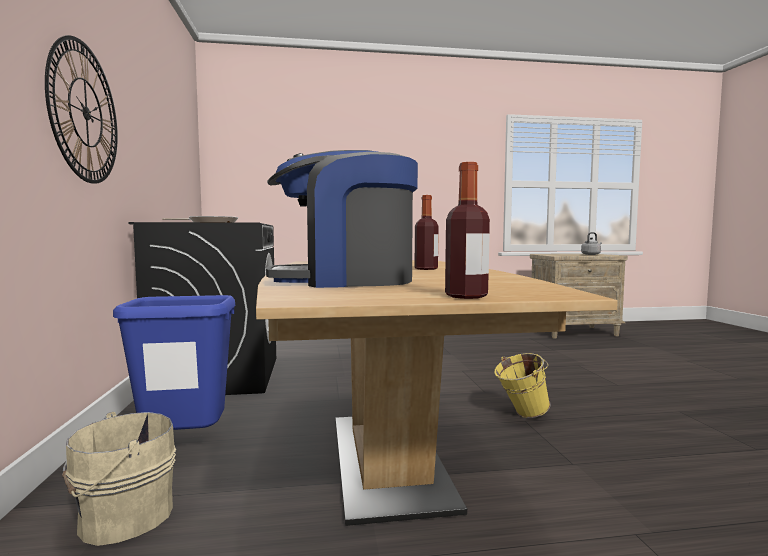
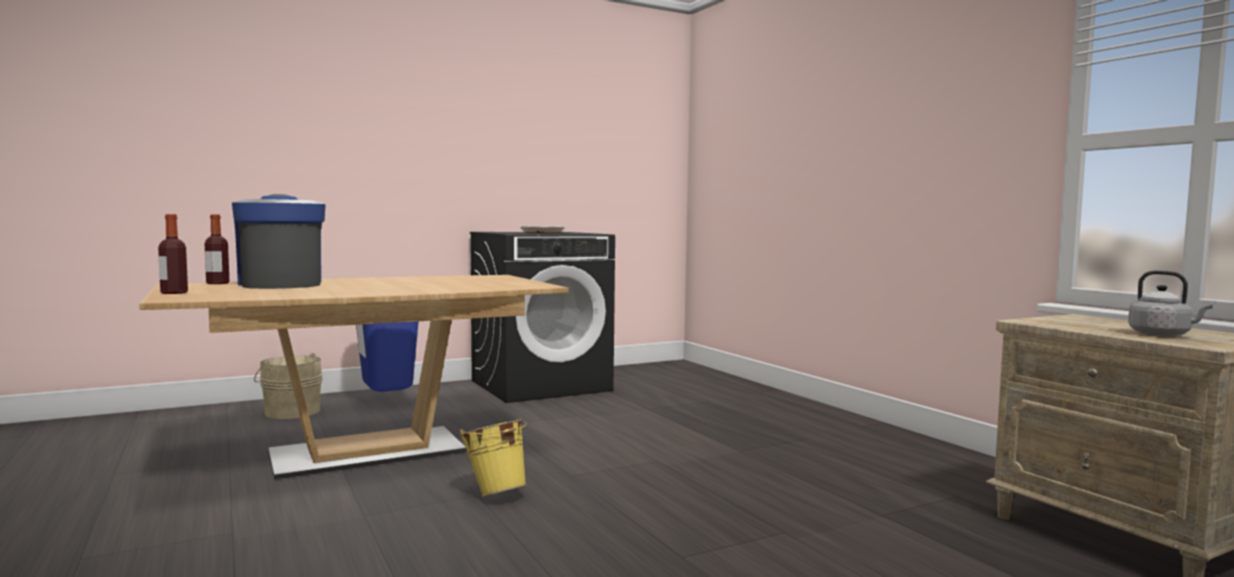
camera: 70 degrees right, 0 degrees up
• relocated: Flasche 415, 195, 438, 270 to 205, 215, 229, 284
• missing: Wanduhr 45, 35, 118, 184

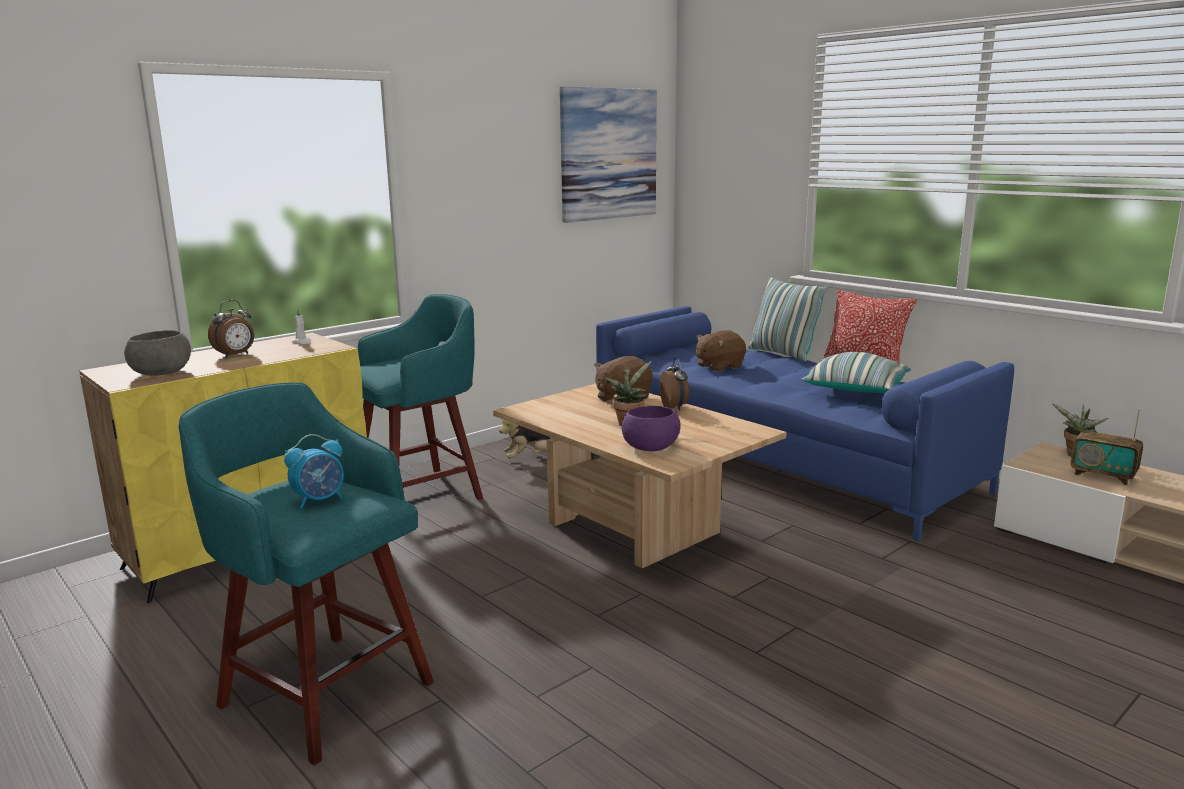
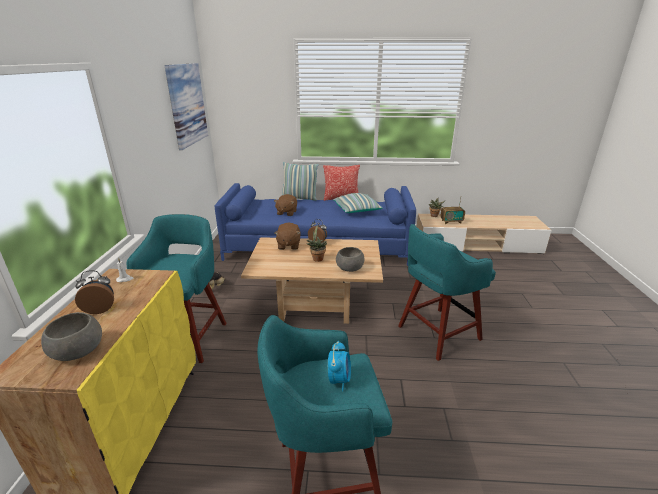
camera: 45 degrees left, 10 degrees up
• spun: Wecker 208, 300, 254, 358 = 75, 270, 114, 314 105 degrees counterclockwise
• colour: Schüssel/lila 622, 406, 681, 451 to Schüssel/grau 336, 247, 364, 272
• appeared: Hocker/türkis 398, 224, 496, 361

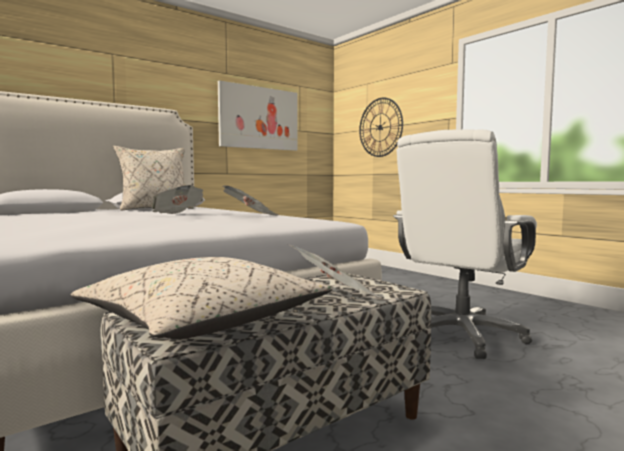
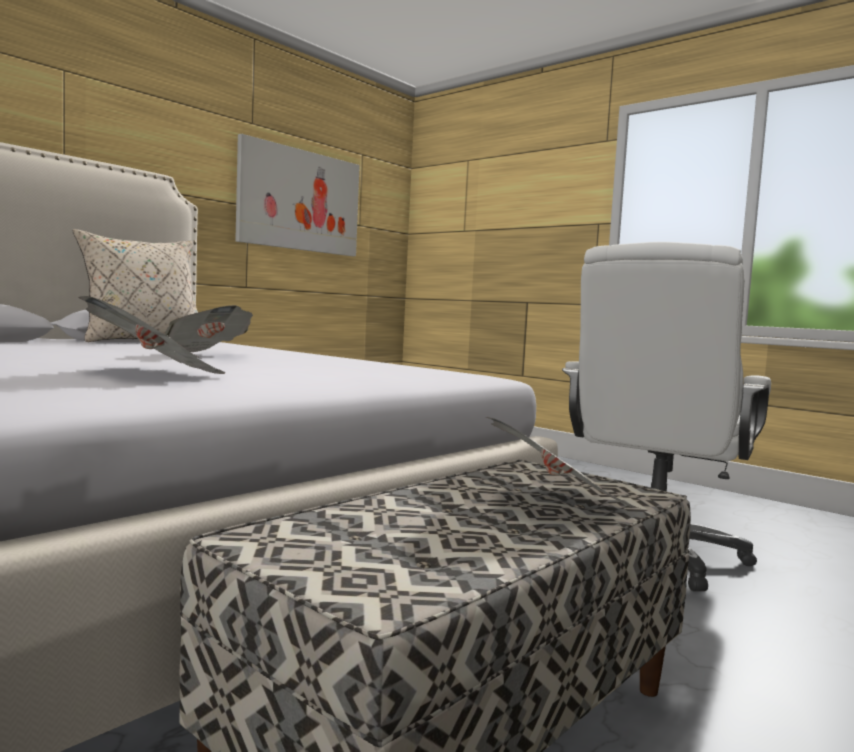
camera: 10 degrees left, 0 degrees up
• relocated: Zeitung 222, 185, 279, 216 to 79, 296, 226, 374
• missing: Kissen/beige 70, 257, 333, 339
• missing: Wanduhr 359, 98, 403, 157

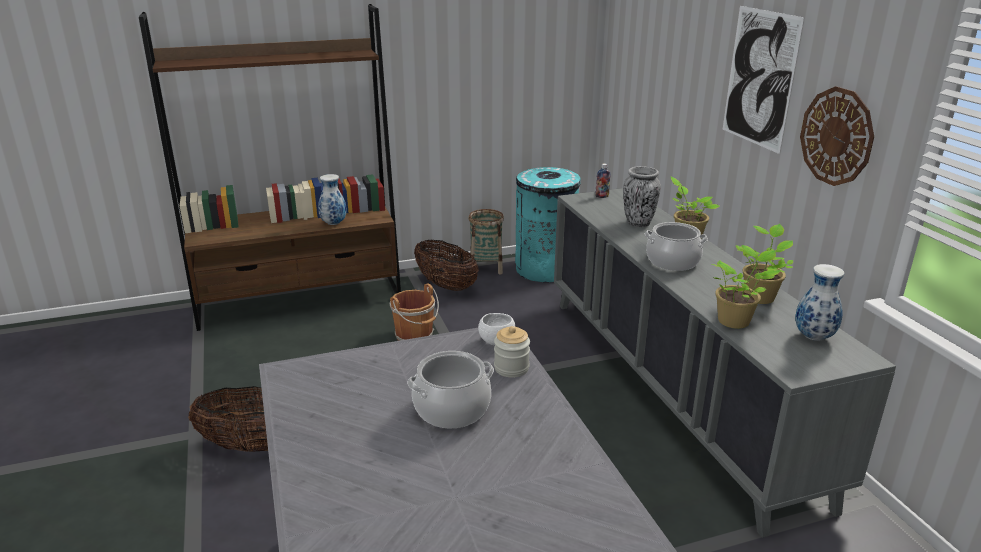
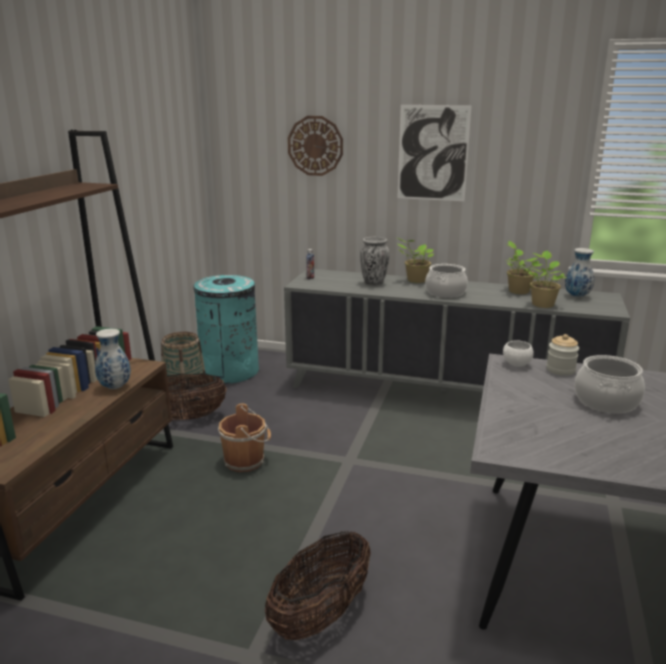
camera: 55 degrees left, 5 degrees down
• relocated: Wanduhr 800, 86, 874, 186 to 288, 116, 343, 176

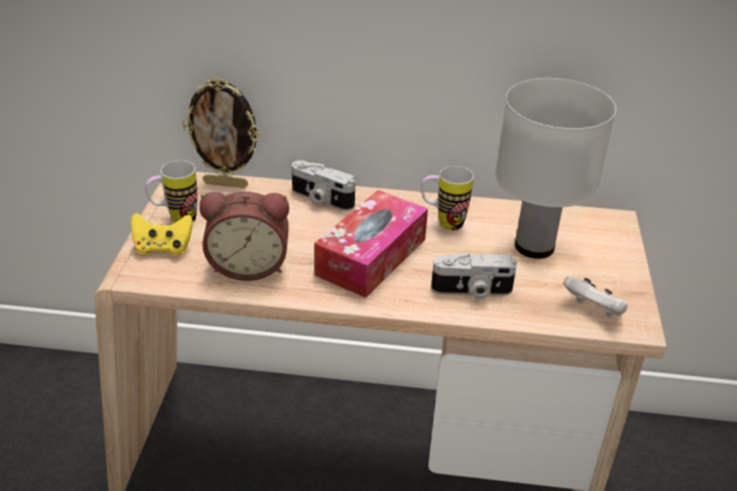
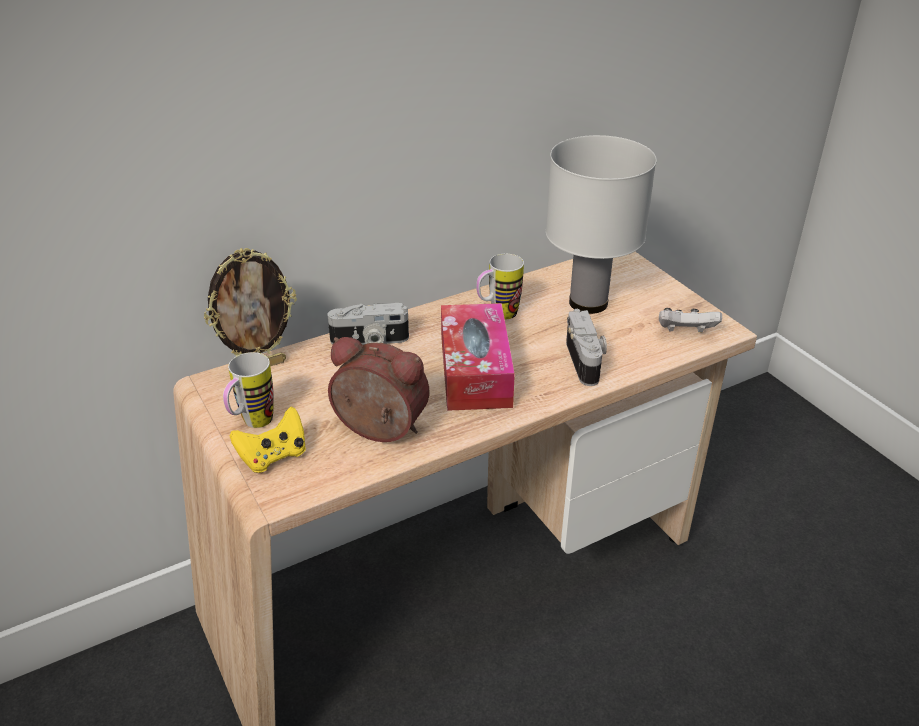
camera: 35 degrees left, 0 degrees up
• spun: Wecker 199, 192, 289, 281 = 328, 337, 429, 442 120 degrees counterclockwise
• spun: Kamera 431, 252, 517, 299 = 566, 309, 607, 386 60 degrees counterclockwise

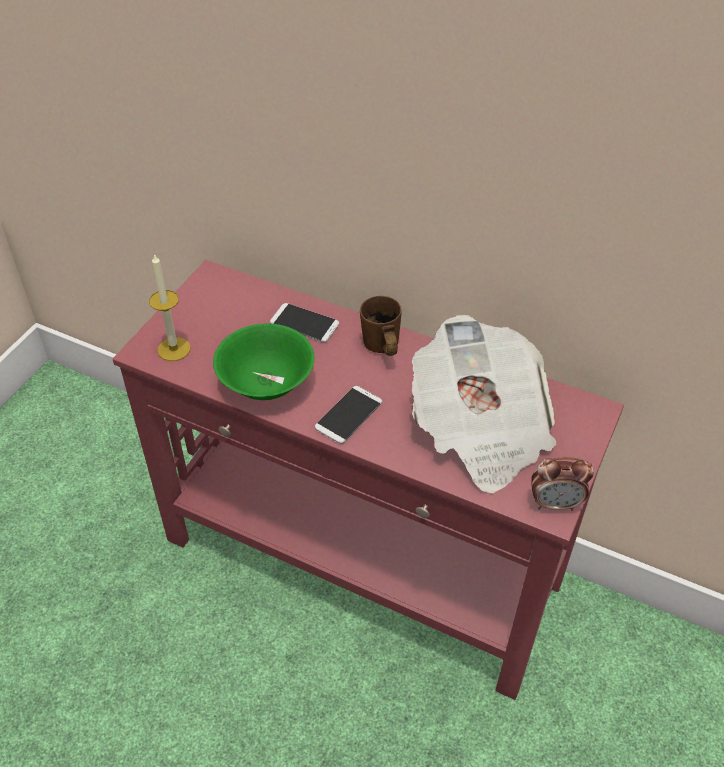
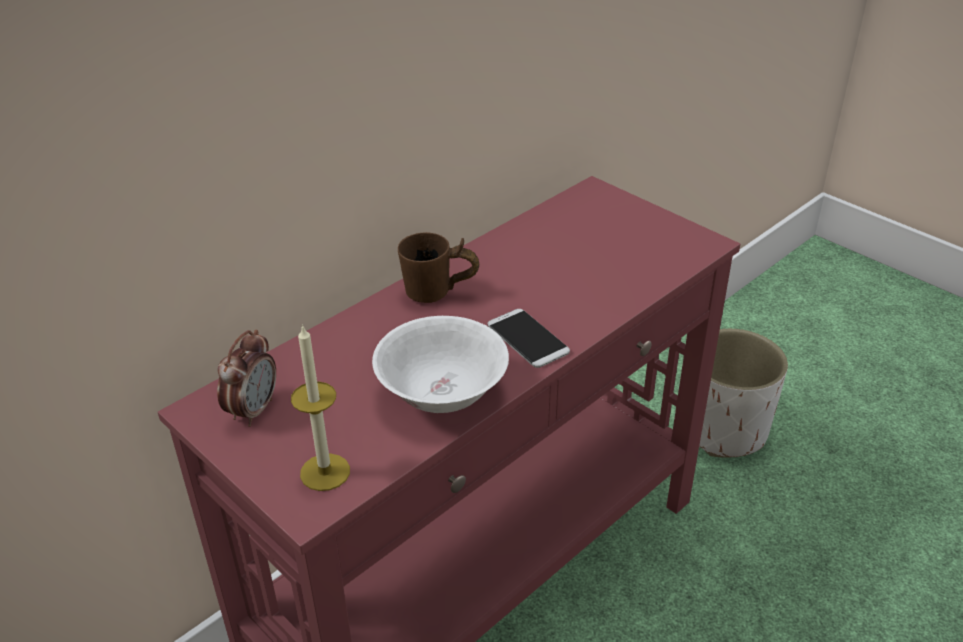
camera: 70 degrees left, 10 degrees down
• relocated: Wecker 531, 457, 594, 511 to 217, 330, 276, 427
• colour: Schüssel/grün 213, 324, 314, 400 to Schüssel/weiß 372, 316, 509, 413
• appeared: Pflanzkübel/weiß 699, 329, 788, 457
• missing: Handy 270, 303, 339, 342
• missing: Zeitung 412, 315, 556, 493

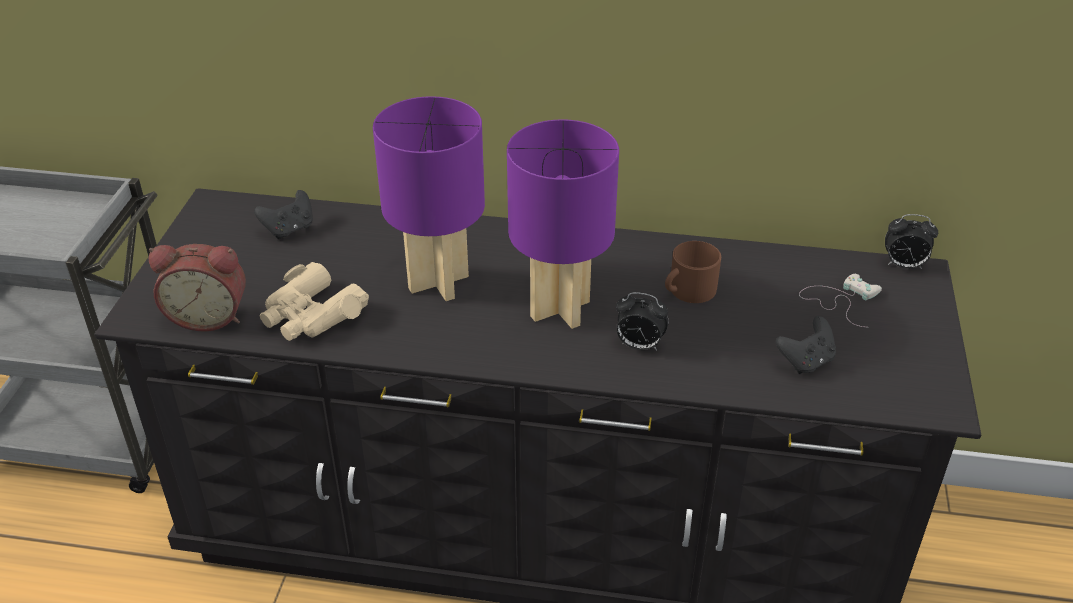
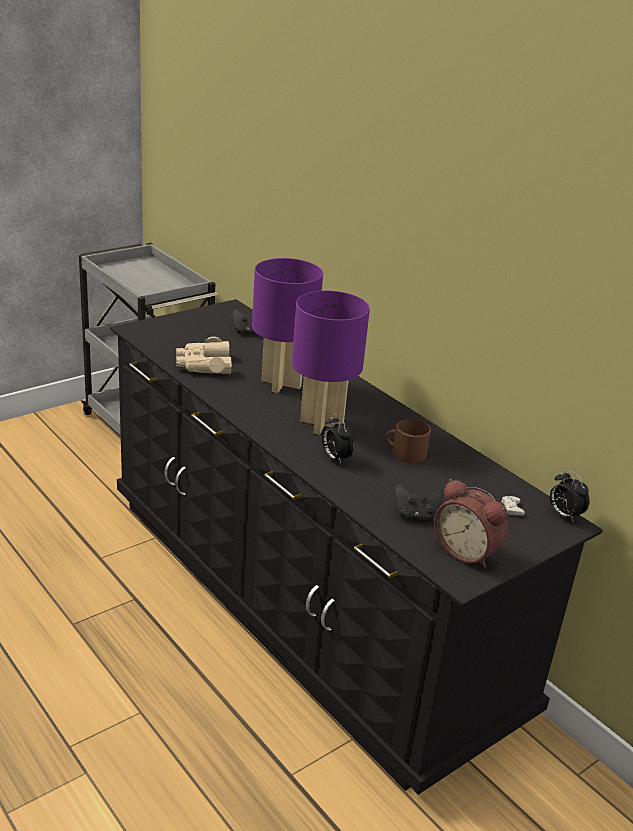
camera: 40 degrees right, 10 degrees down
• relocated: Wecker 148, 244, 246, 331 to 434, 479, 508, 568

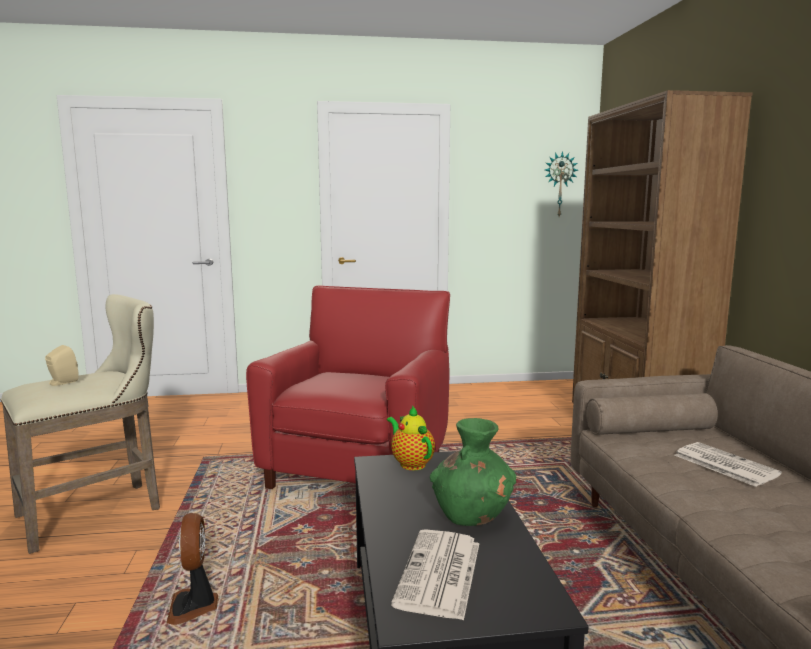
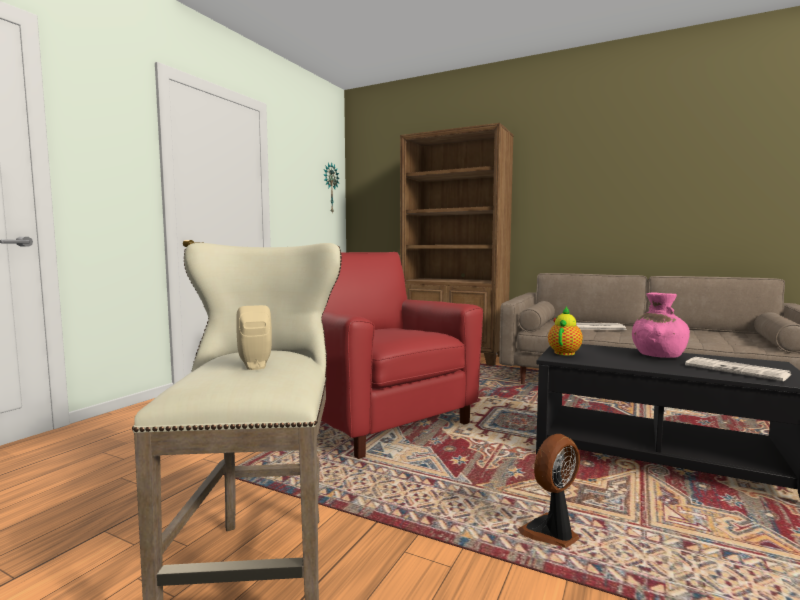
camera: 55 degrees left, 5 degrees down
• spun: Ventilator 167, 513, 218, 625 = 518, 434, 580, 548 120 degrees clockwise
• spun: Teekanne 387, 405, 435, 470 = 548, 307, 583, 356 120 degrees clockwise
• colour: Vase/grün 430, 418, 516, 526 to Vase/rosa 632, 292, 690, 358

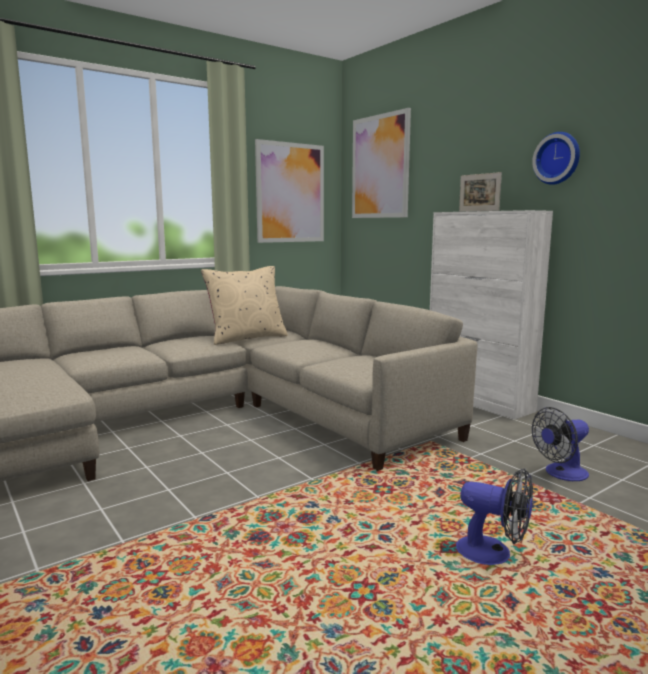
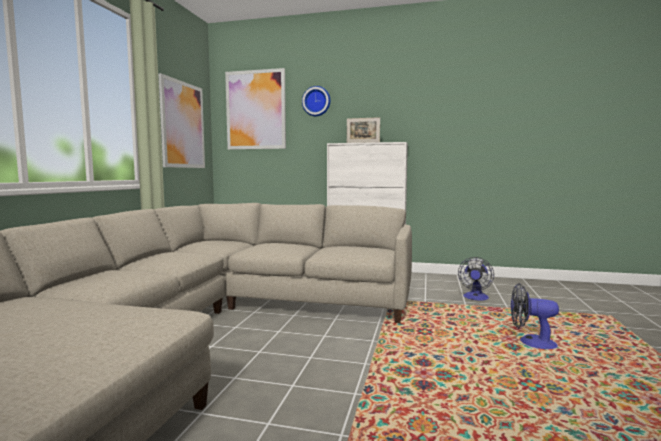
camera: 40 degrees left, 5 degrees down
• relocated: Wanduhr 532, 132, 580, 185 to 302, 86, 330, 116
• spun: Ventilator 456, 468, 533, 565 = 511, 283, 559, 349 150 degrees counterclockwise
• missing: Kissen/beige 201, 266, 288, 345

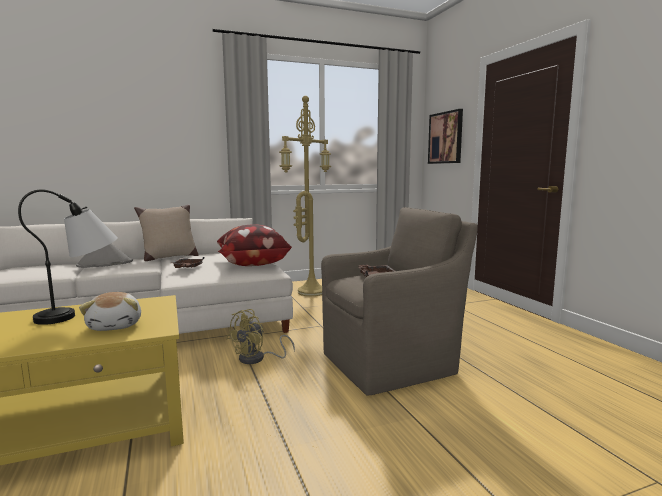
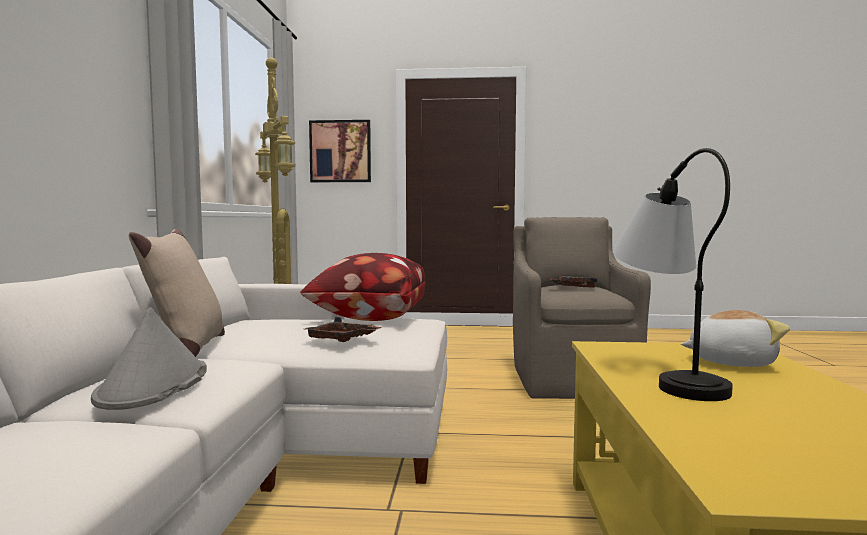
camera: 65 degrees left, 5 degrees down
• missing: Ventilator/gelb 227, 309, 295, 364

